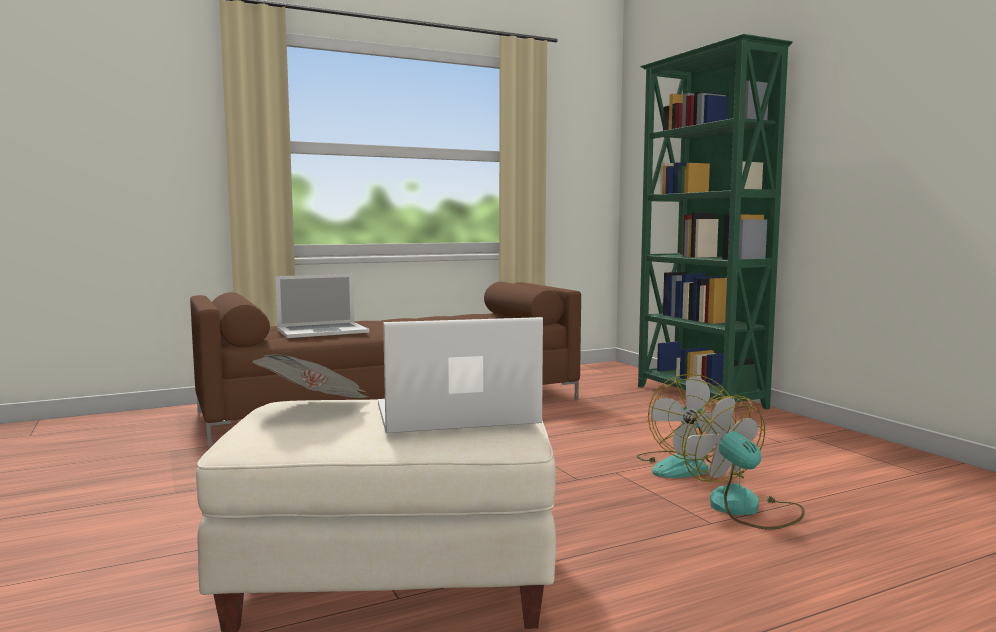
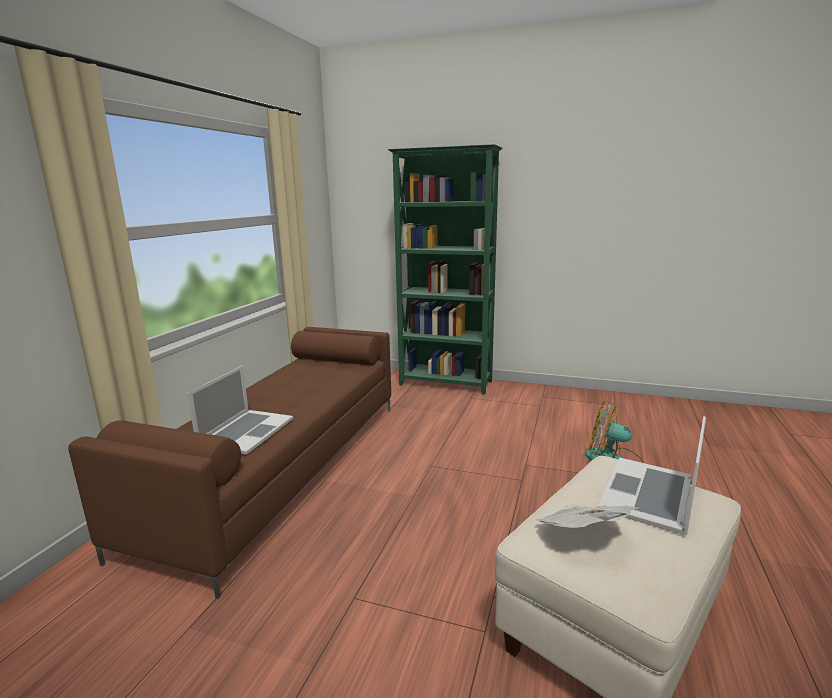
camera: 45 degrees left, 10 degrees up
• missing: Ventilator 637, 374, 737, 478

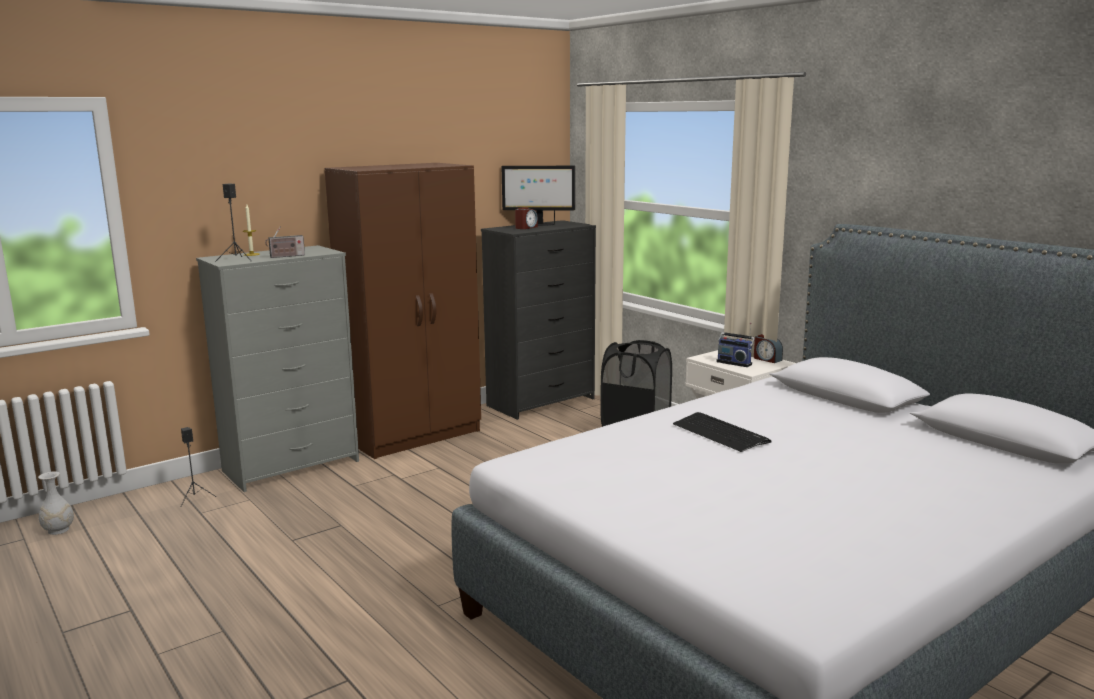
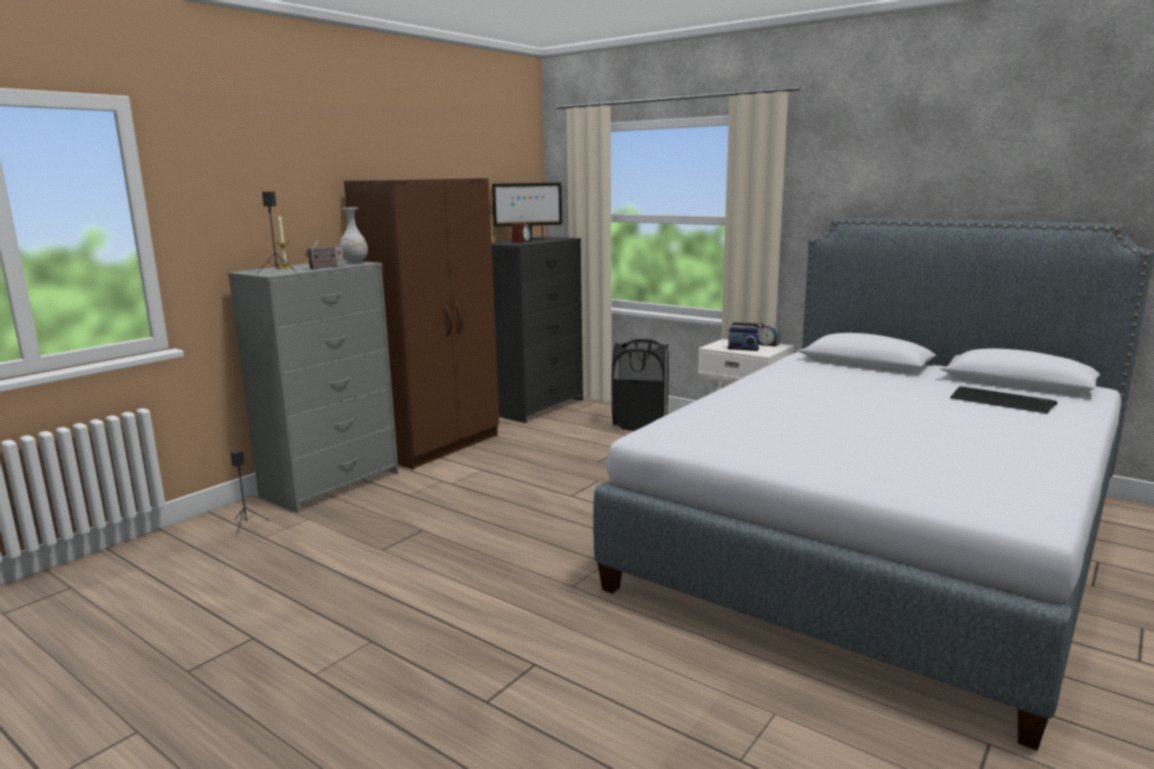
camera: 15 degrees left, 0 degrees up
• relocated: Vase/weiß 38, 471, 74, 535 to 339, 208, 368, 264
• relocated: Tastatur 673, 412, 772, 452 to 950, 386, 1057, 414

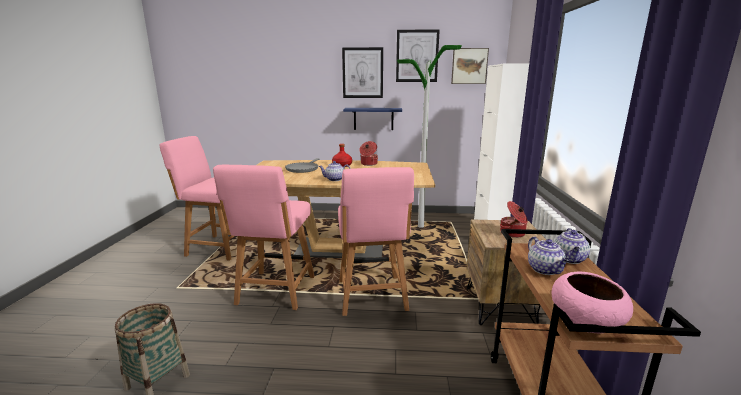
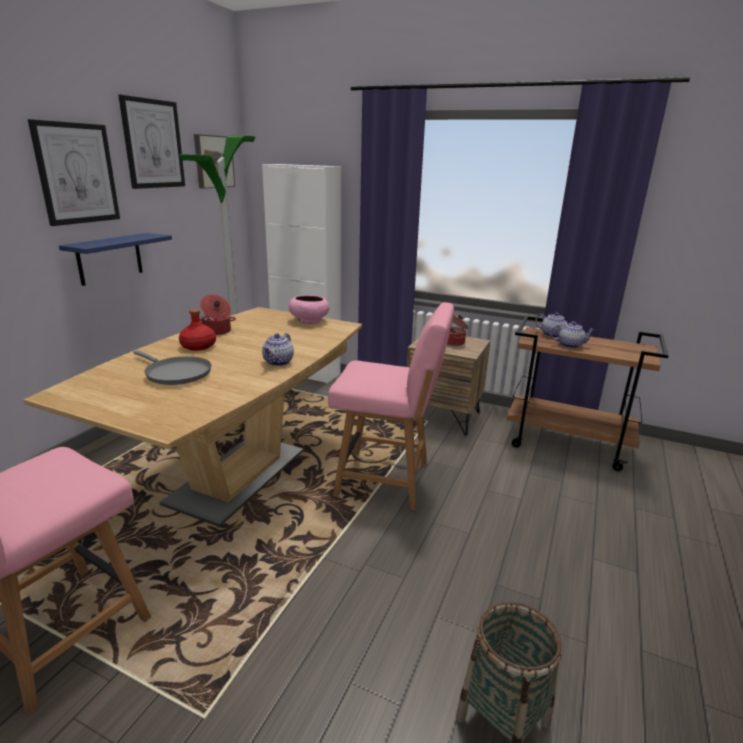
camera: 70 degrees left, 5 degrees up
• relocated: Schüssel/rosa 552, 272, 633, 334 to 289, 295, 329, 324
• missing: Stuhl/rosa 213, 165, 315, 310

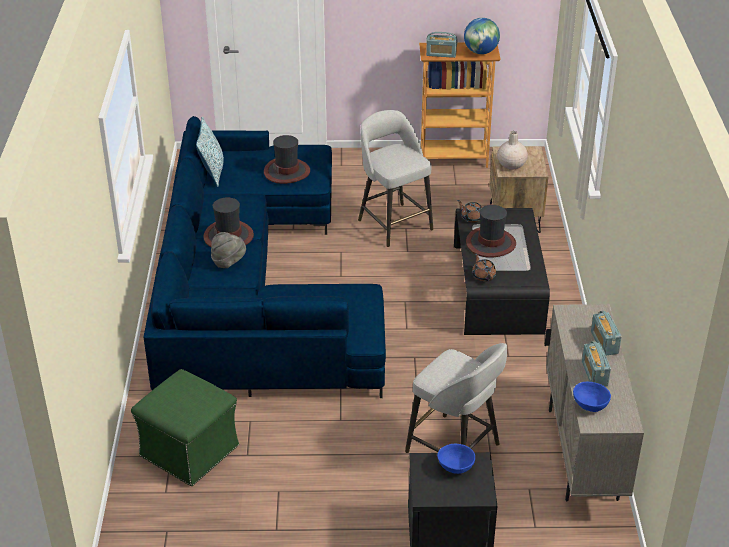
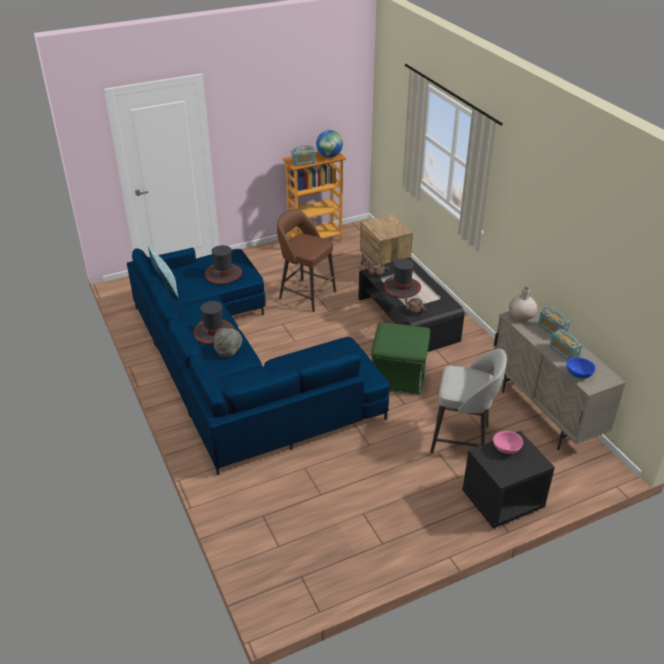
camera: 25 degrees left, 0 degrees up
• colour: Hocker/grau 358, 110, 433, 247 to Hocker/braun 277, 209, 336, 312
• relocated: Polsterhocker/grün 131, 369, 239, 486 to 371, 323, 430, 395
• colour: Schüssel/blau 437, 444, 475, 474 to Schüssel/rosa 493, 431, 523, 454
• relocated: Vase/beige 497, 131, 528, 170 to 509, 287, 537, 321

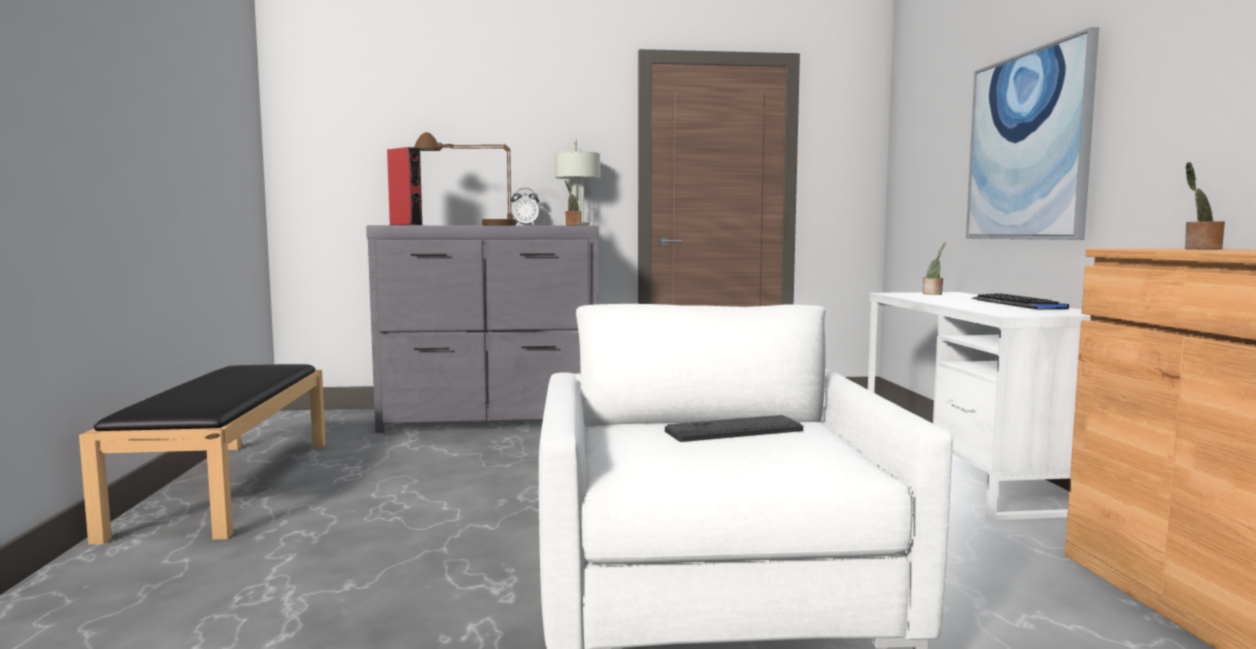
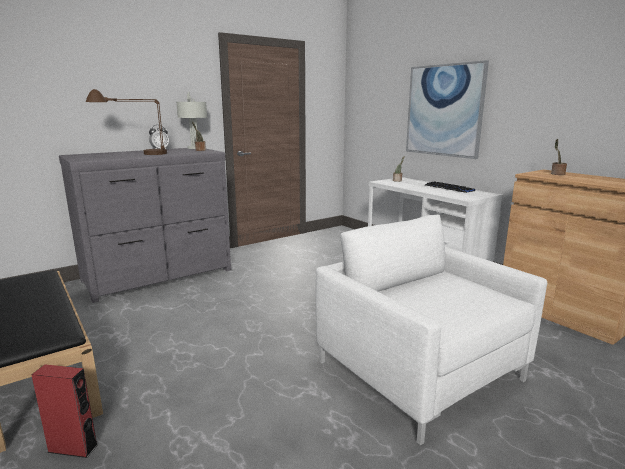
camera: 30 degrees left, 10 degrees up
• relocated: Lautsprecher/rot 387, 147, 422, 225 to 31, 364, 98, 458
• missing: Tastatur 665, 415, 803, 442

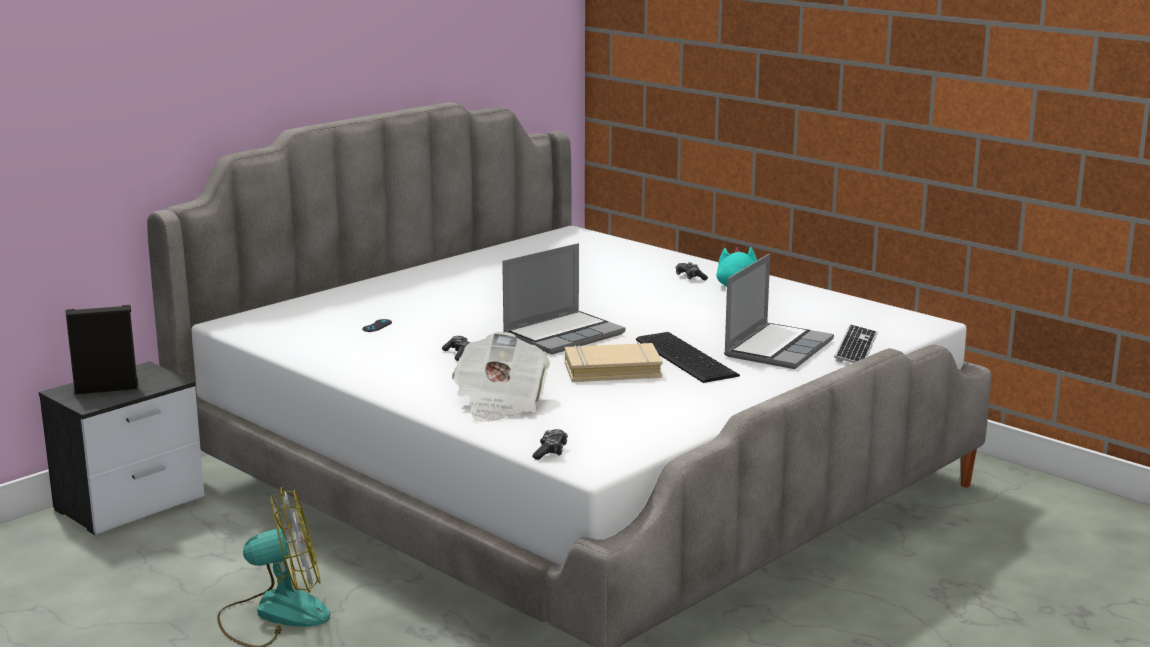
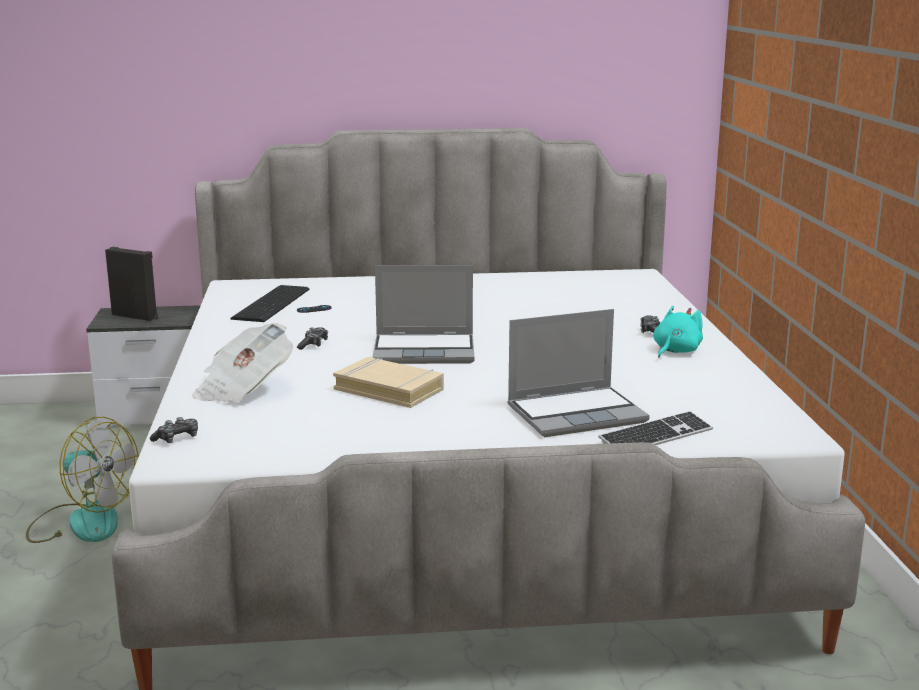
camera: 40 degrees right, 0 degrees up
• relocated: Tastatur 636, 332, 740, 383 to 230, 285, 309, 322

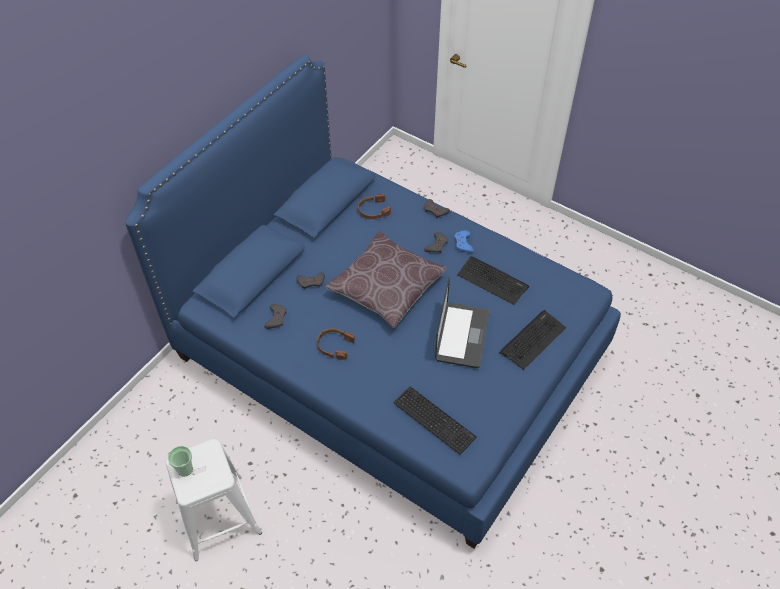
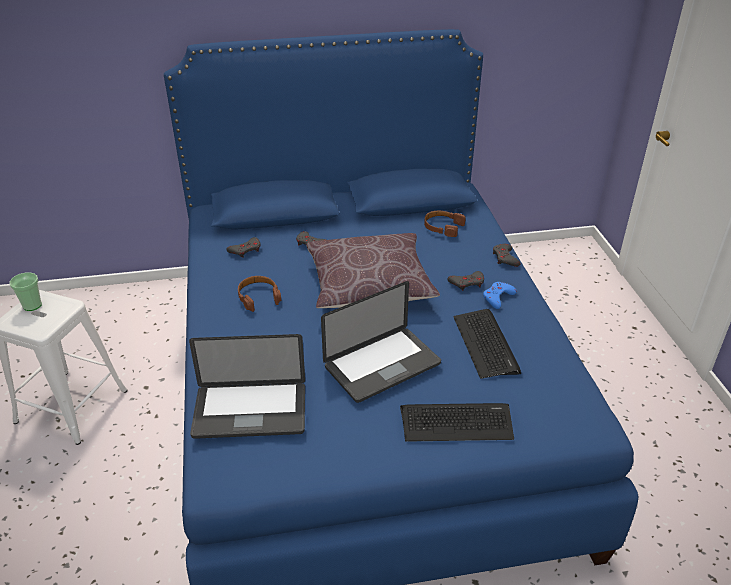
camera: 45 degrees right, 15 degrees down
• exchanged: Tastatur 393, 386, 477, 455 to Laptop 189, 334, 305, 439

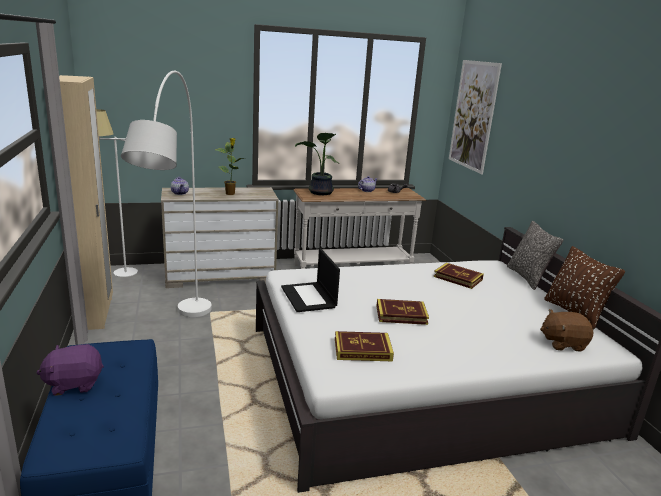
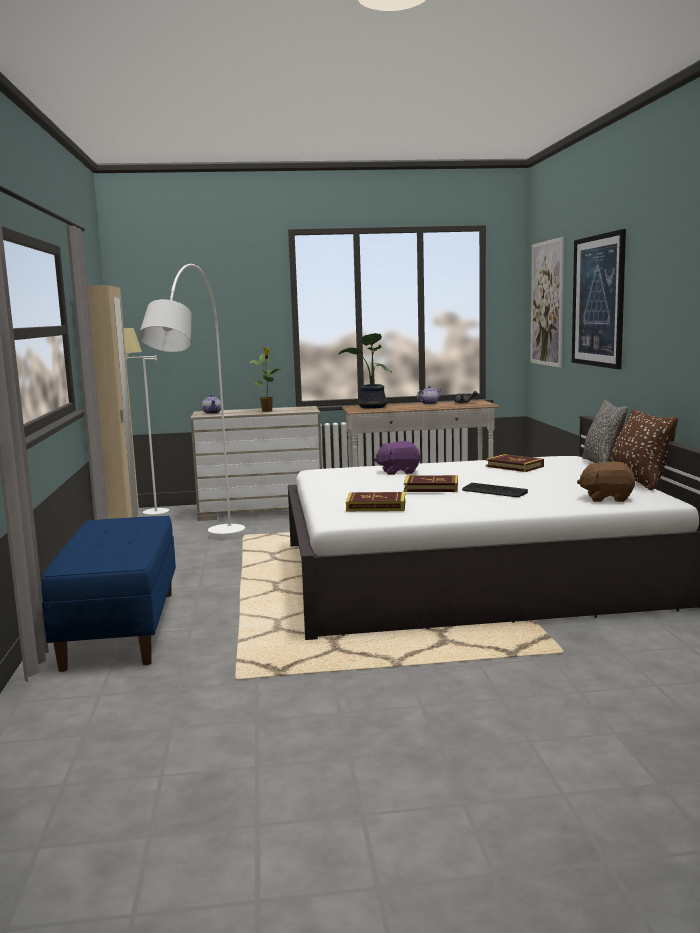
camera: 10 degrees right, 10 degrees down
• relocated: Plüschtier/lila 36, 344, 104, 396 to 374, 441, 420, 475
• appeared: Tastatur 462, 483, 528, 497
• appeared: Bild 572, 229, 626, 369
• missing: Laptop 281, 248, 340, 312

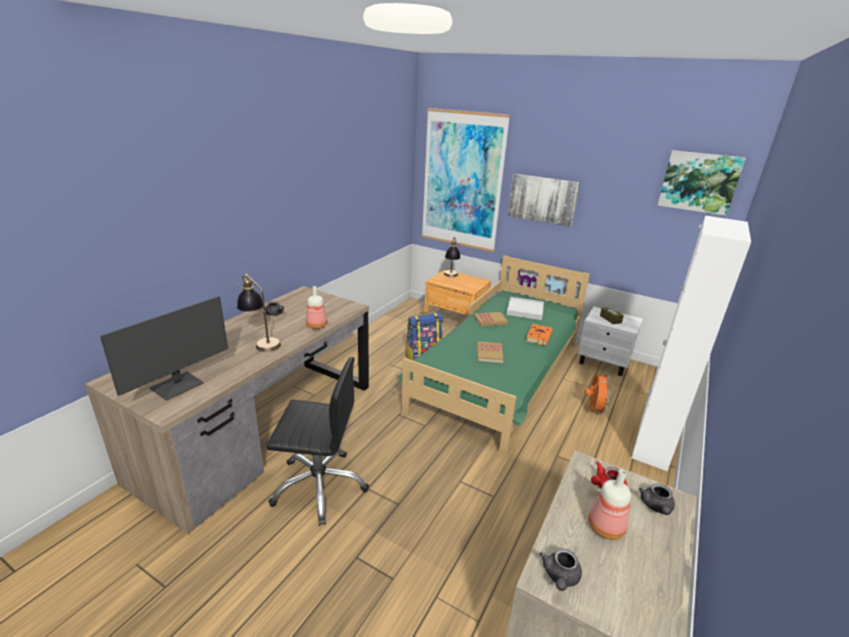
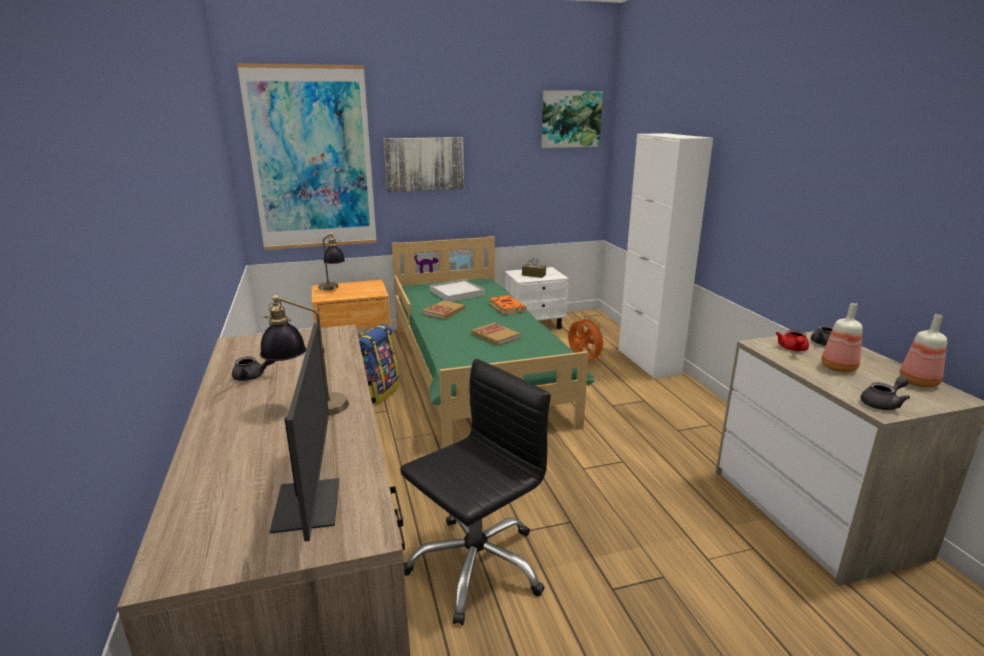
camera: 45 degrees left, 5 degrees down
• spun: Teekanne/grau 540, 549, 582, 591 = 861, 376, 910, 410 90 degrees counterclockwise
• relocated: Flasche 306, 286, 327, 329 to 899, 314, 947, 388

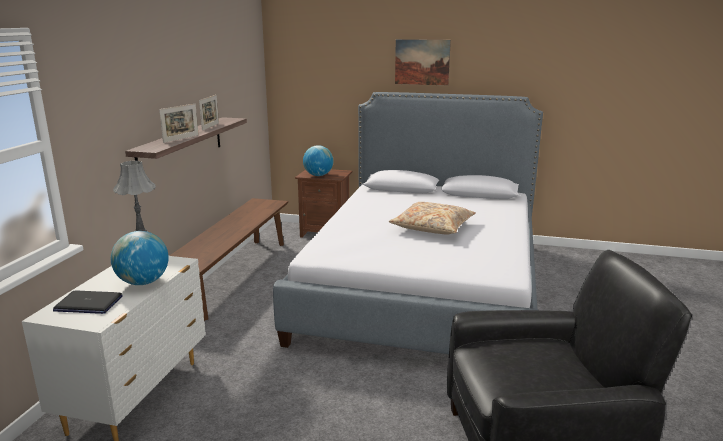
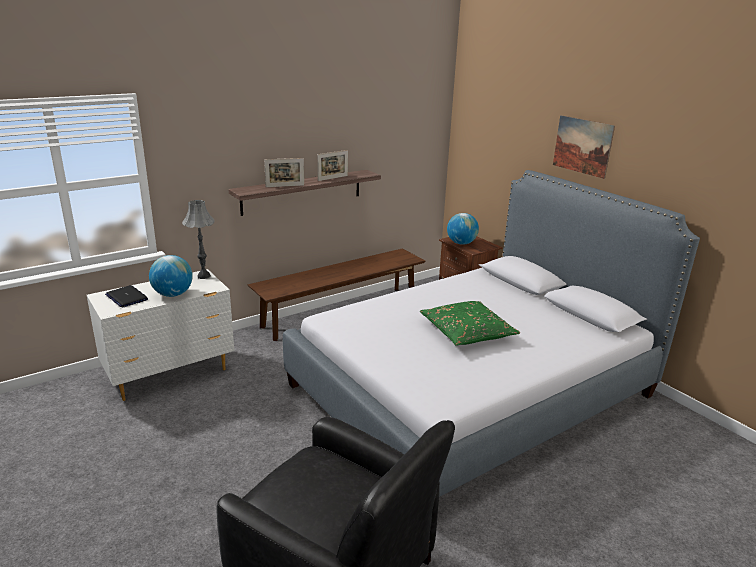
camera: 40 degrees right, 5 degrees up
• colour: Kissen/beige 389, 202, 475, 235 to Kissen/grün 420, 301, 520, 346

